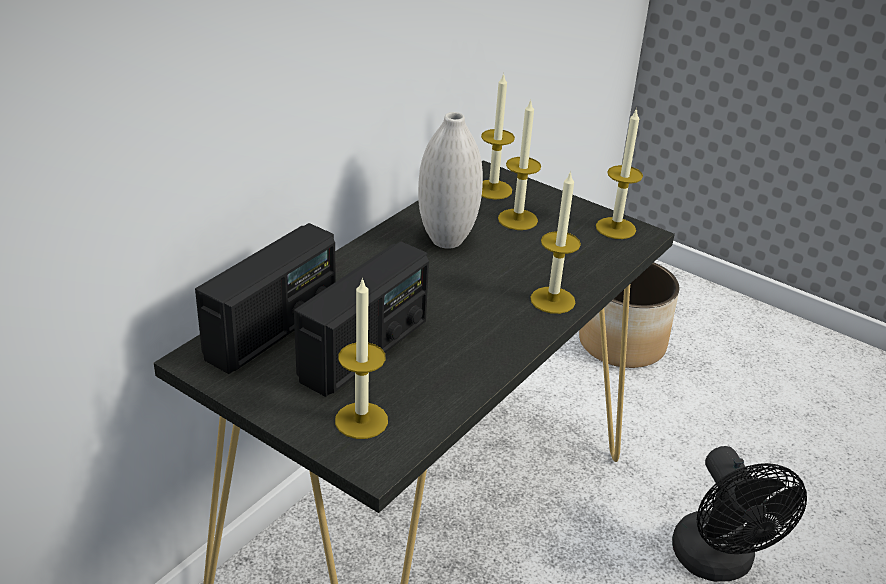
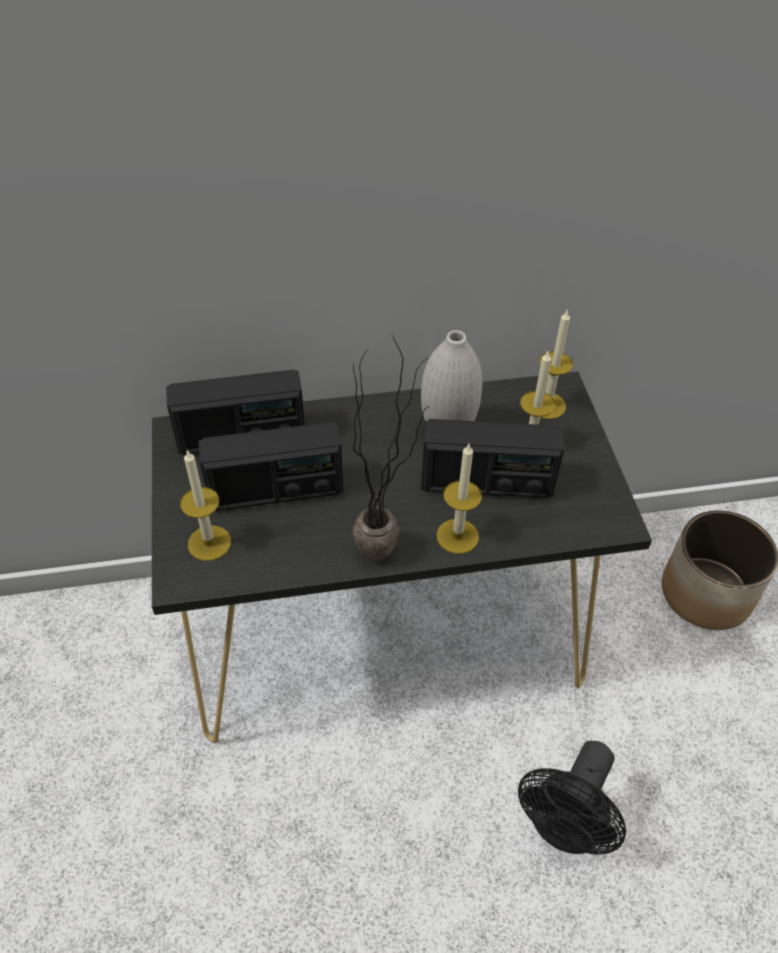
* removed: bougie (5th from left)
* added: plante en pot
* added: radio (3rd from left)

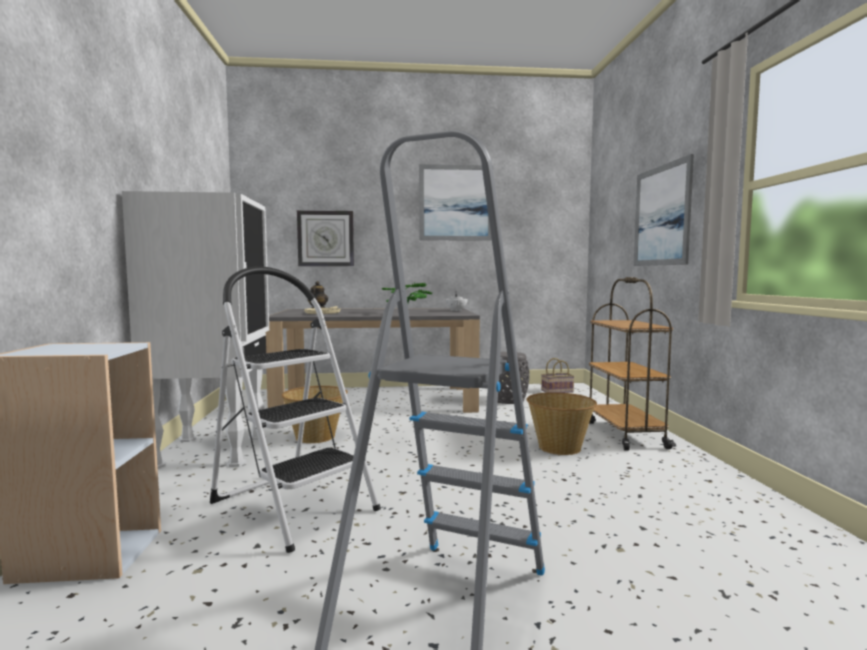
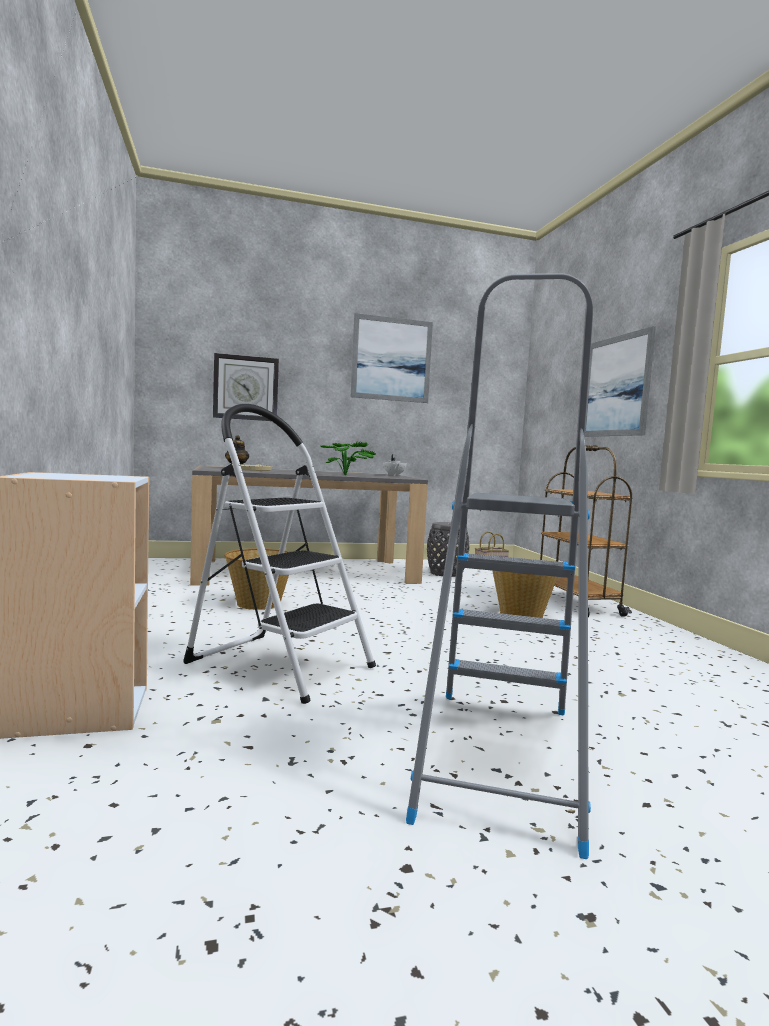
* removed: meuble de rangement [blanc]

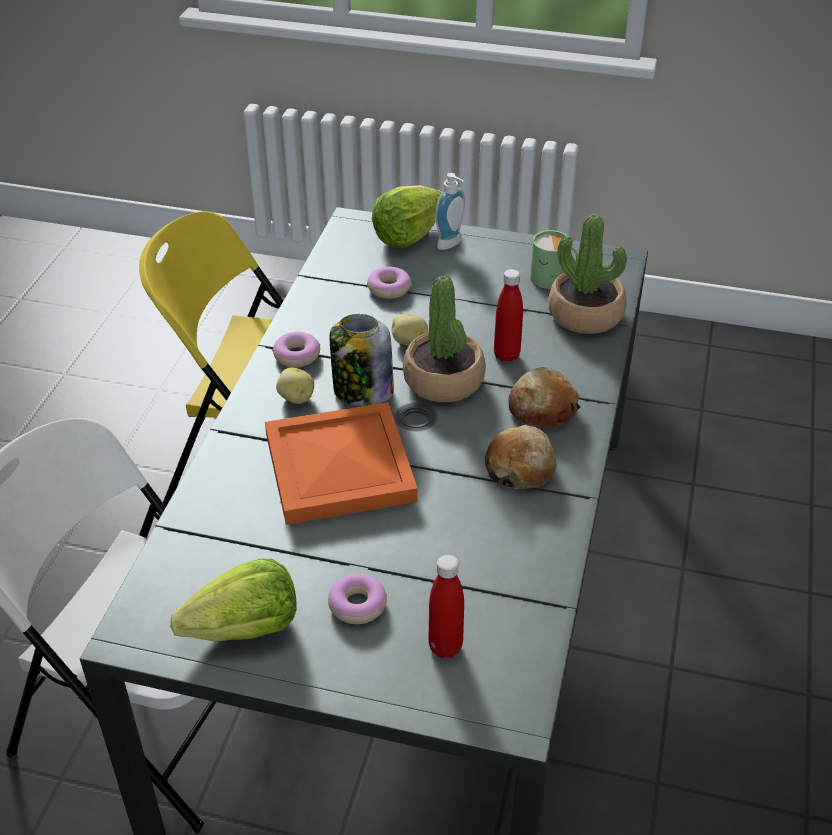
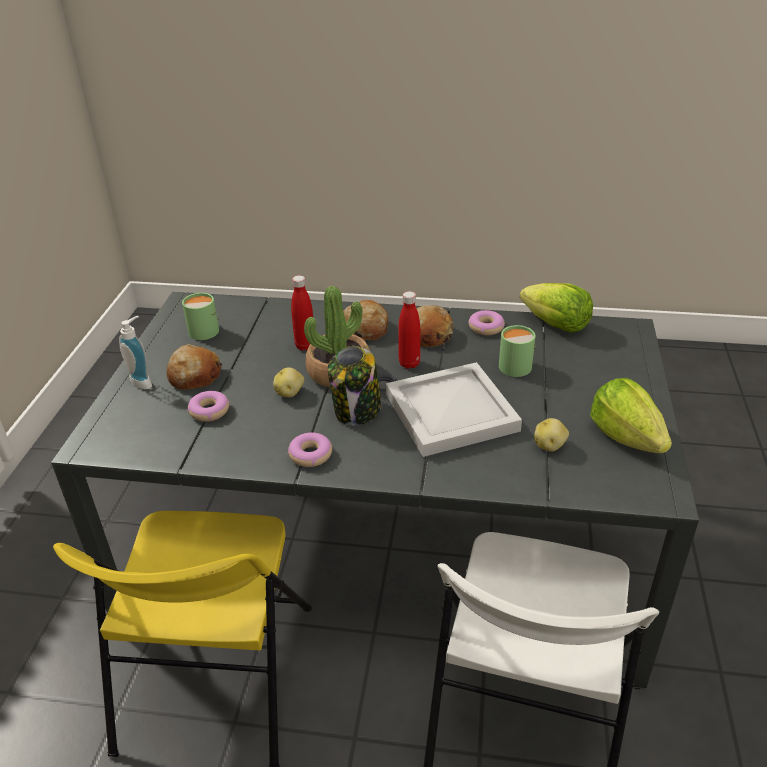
* removed: plante en pot (2nd from left)
* added: pain (1st from left)
* added: mug [vert] (2nd from left)
* moved: pomme de terre (1st from left in the first image) to pomme de terre (2nd from left)
* moved: beignet (2nd from left in the first image) to beignet (3rd from left)
* moved: laitue (2nd from left in the first image) to laitue (1st from left)
* moved: bouteille [rouge] (1st from left in the first image) to bouteille [rouge] (2nd from left)
* recoloured: plateau [orange] to plateau [blanc]

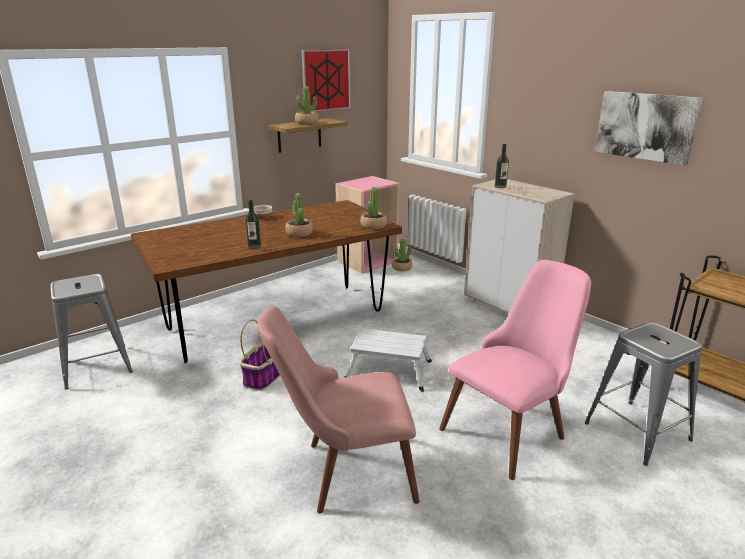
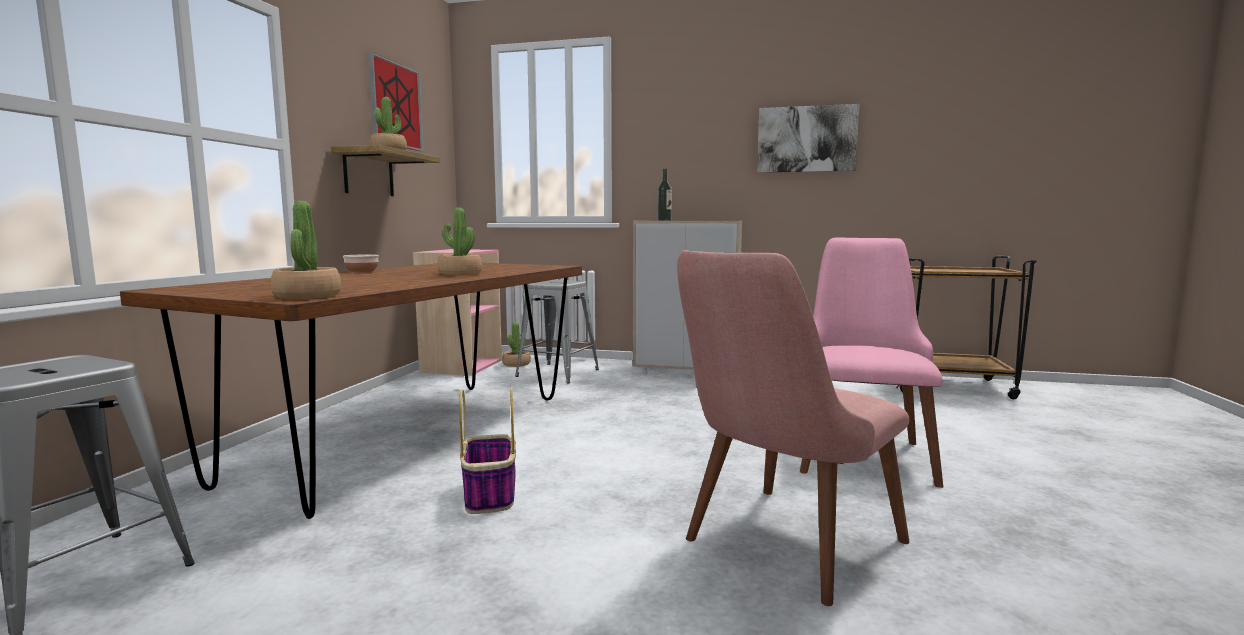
* removed: bouteille (1st from left)
* removed: escabeau [blanc]
* moved: plante en pot (3rd from left in the first image) to plante en pot (1st from left)
* moved: tabouret [gris] (2nd from left)

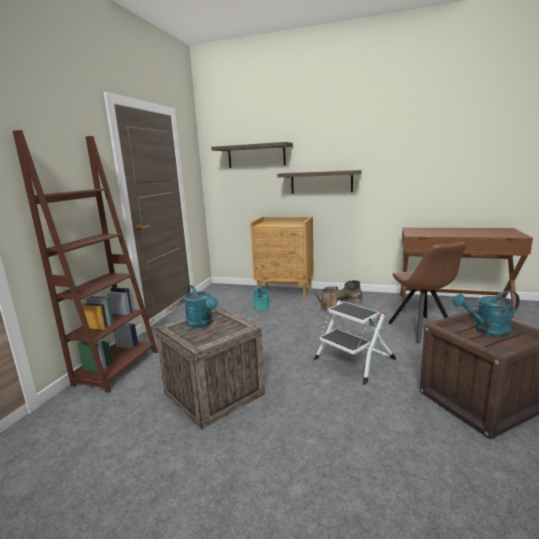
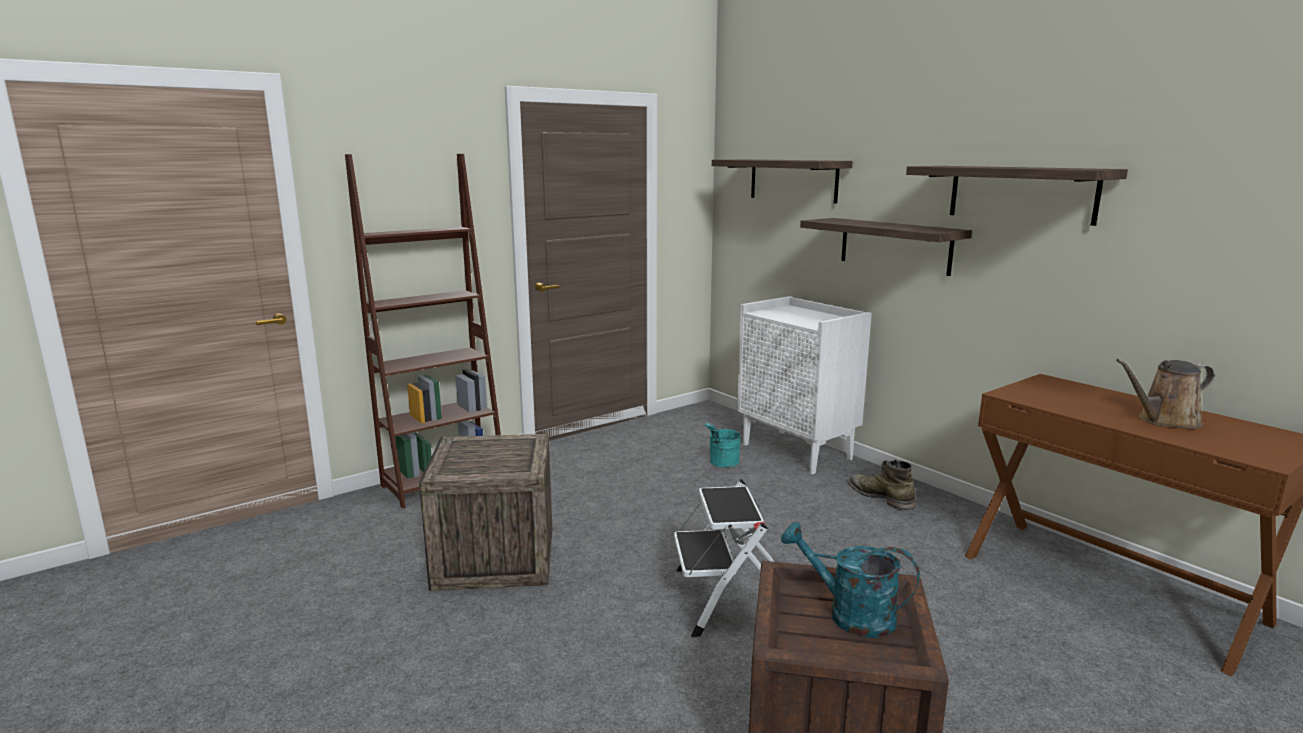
* removed: arrosoir [turquoise] (1st from left)
* removed: chaise [marron]
* added: étagère (3rd from left)
* moved: arrosoir [marron]
* recoloured: meuble de rangement [marron] to meuble de rangement [blanc]

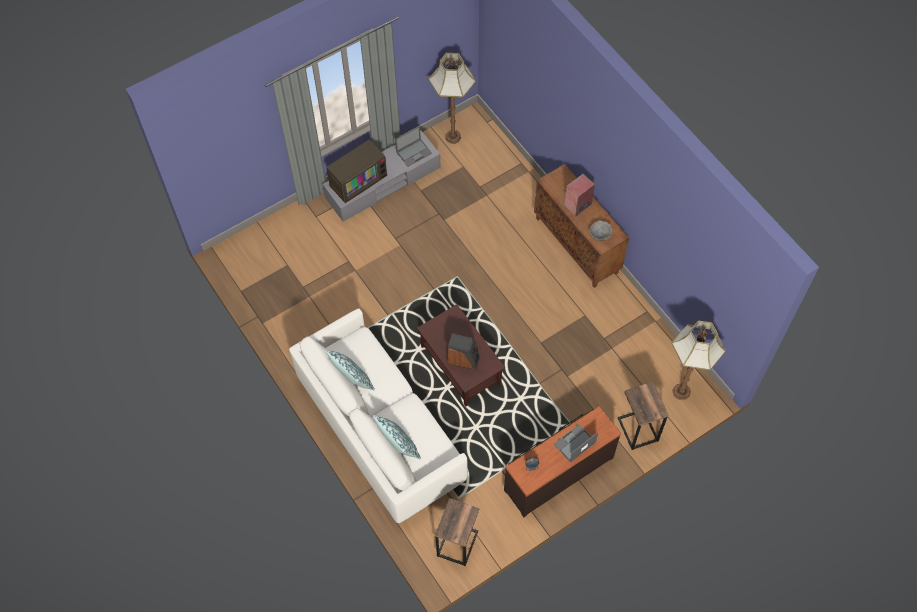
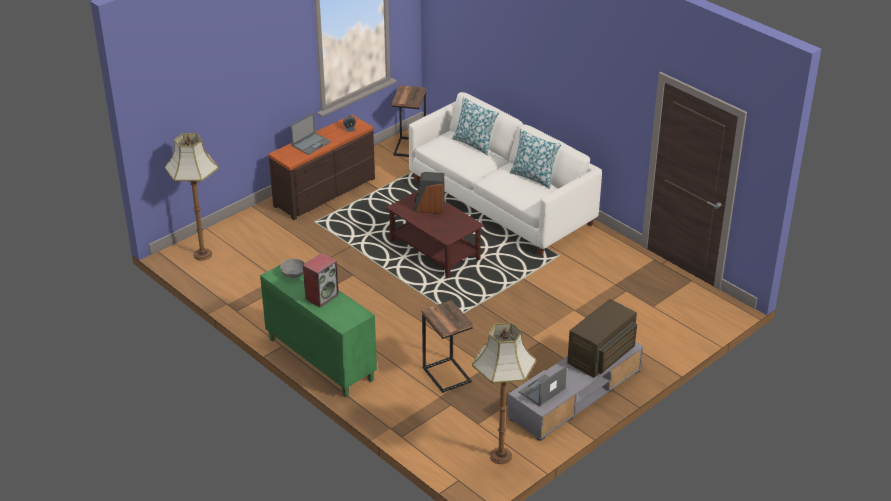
* moved: table d'appoint (2nd from left)
* recoloured: meuble de rangement [marron] to meuble de rangement [vert]

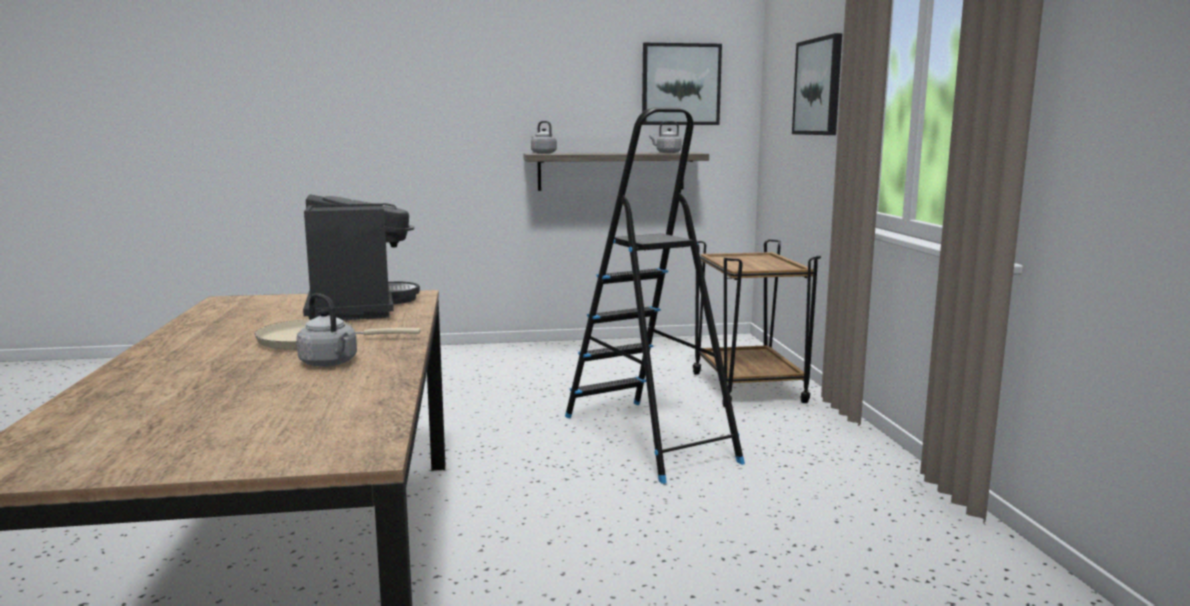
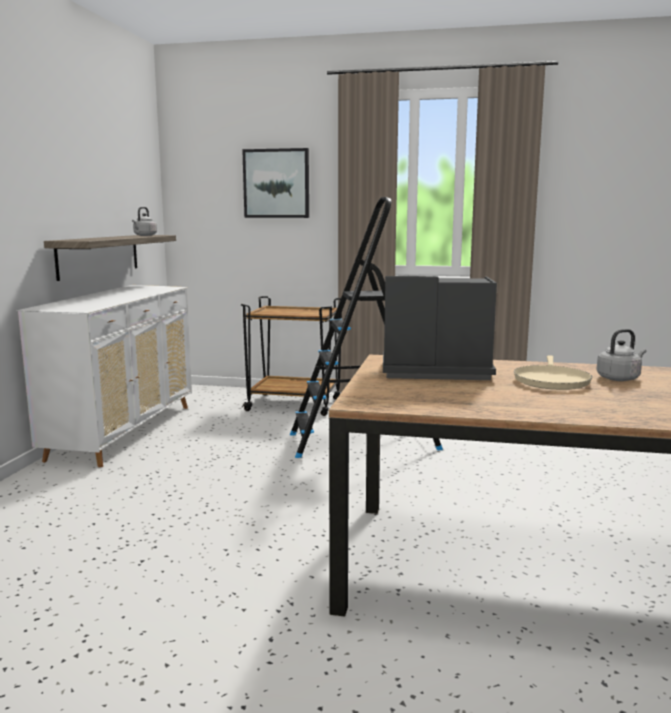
* removed: bouilloire [gris] (2nd from left)
* removed: tableau (1st from left)
* added: meuble de rangement [blanc]

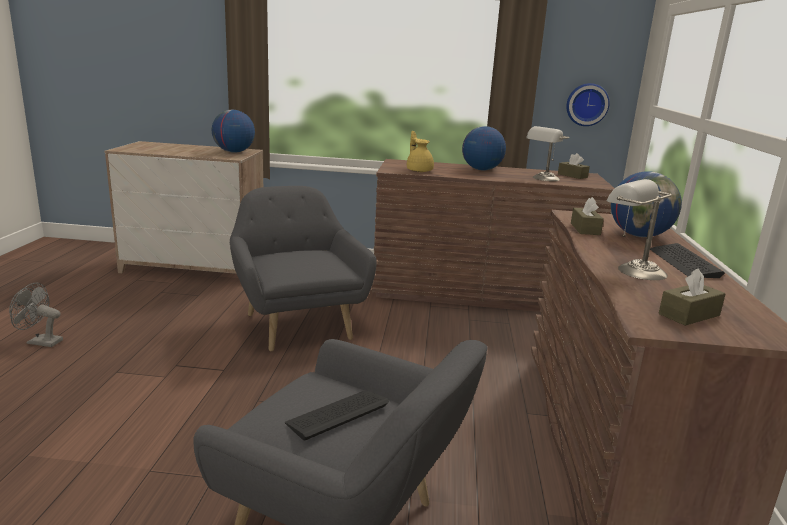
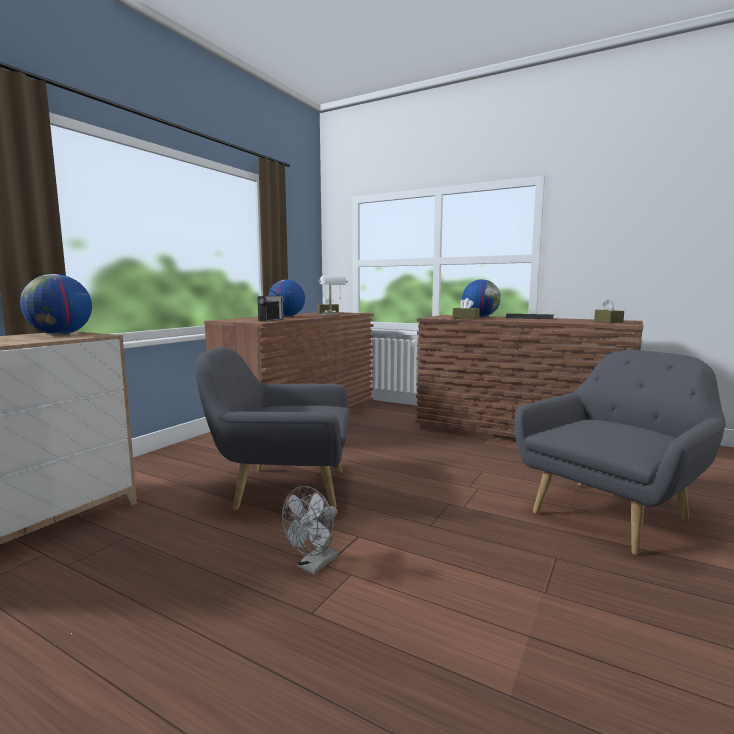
* removed: clavier (1st from left)
* removed: horloge murale
* removed: lampe de table [blanc] (2nd from left)
* moved: ventilateur [gris]
* replaced: théière [jaune] to radio

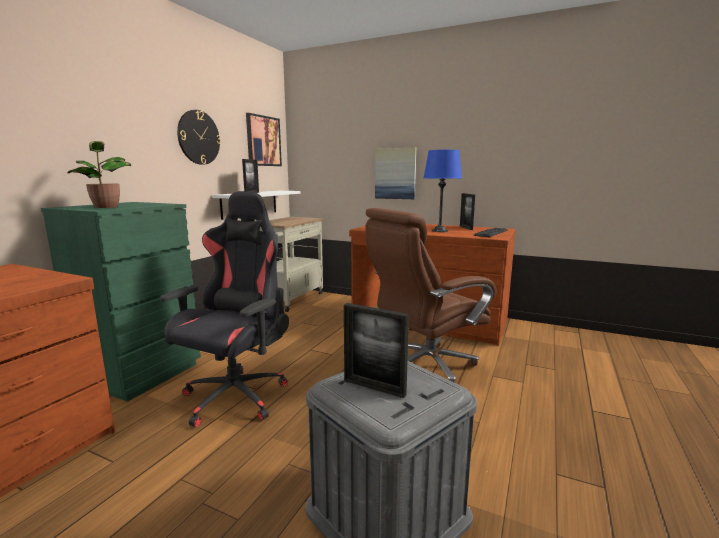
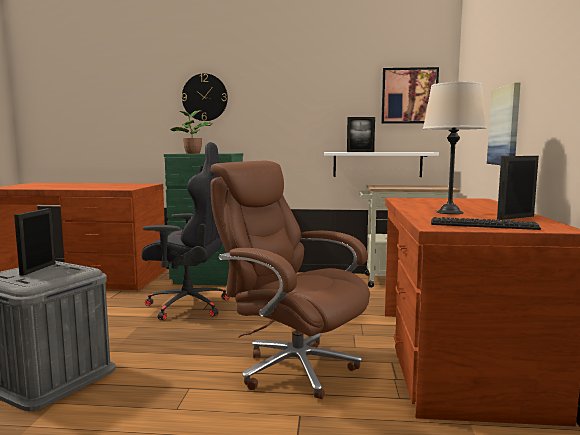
* moved: horloge murale
* recoloured: lampe de table [bleu] to lampe de table [beige]

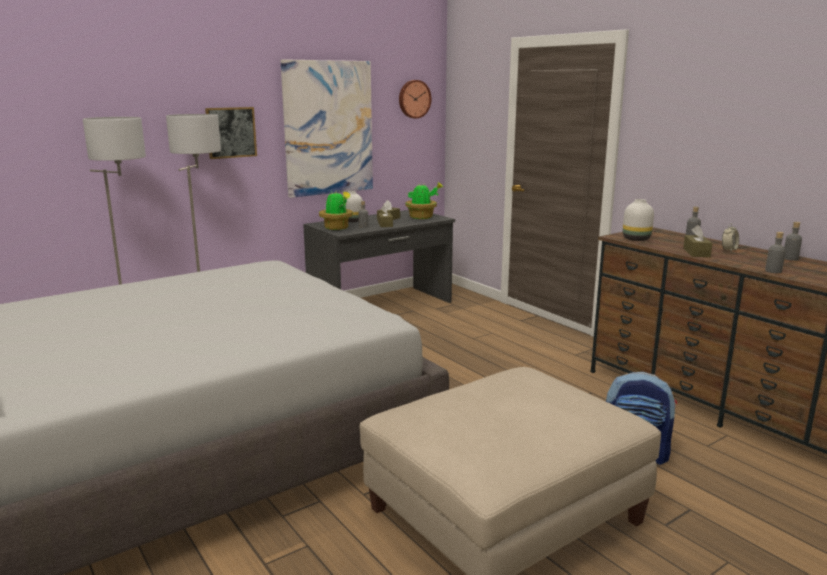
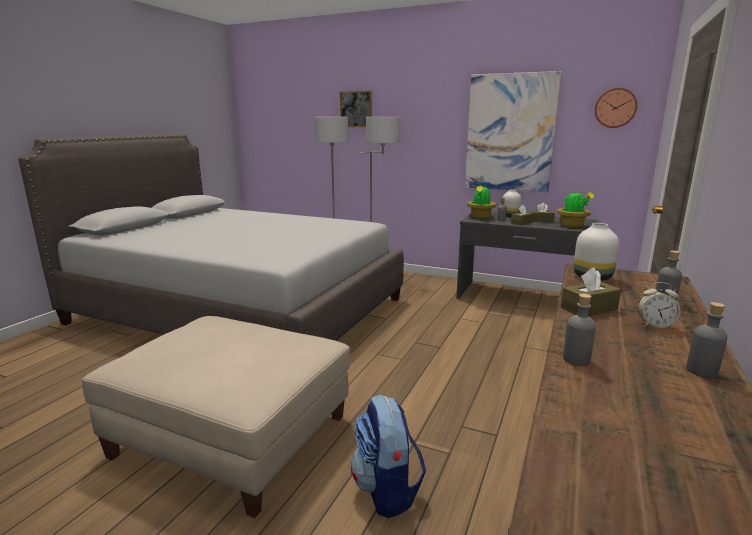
* moved: tableau (1st from left)

